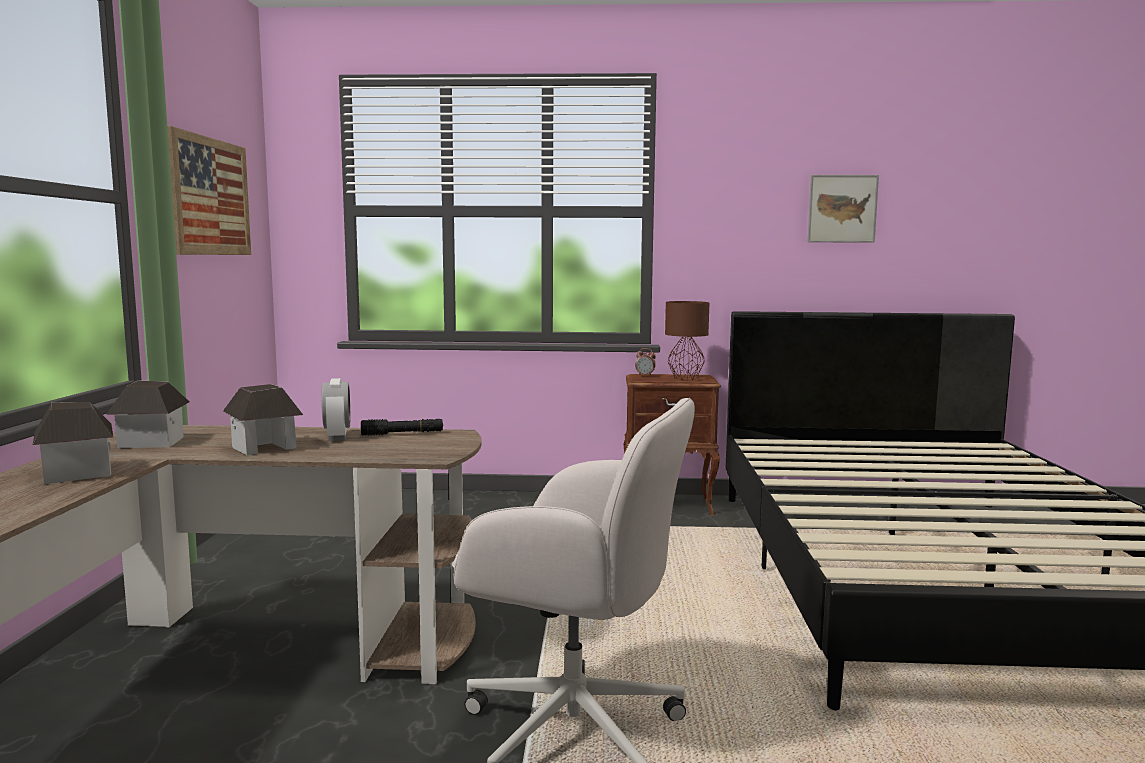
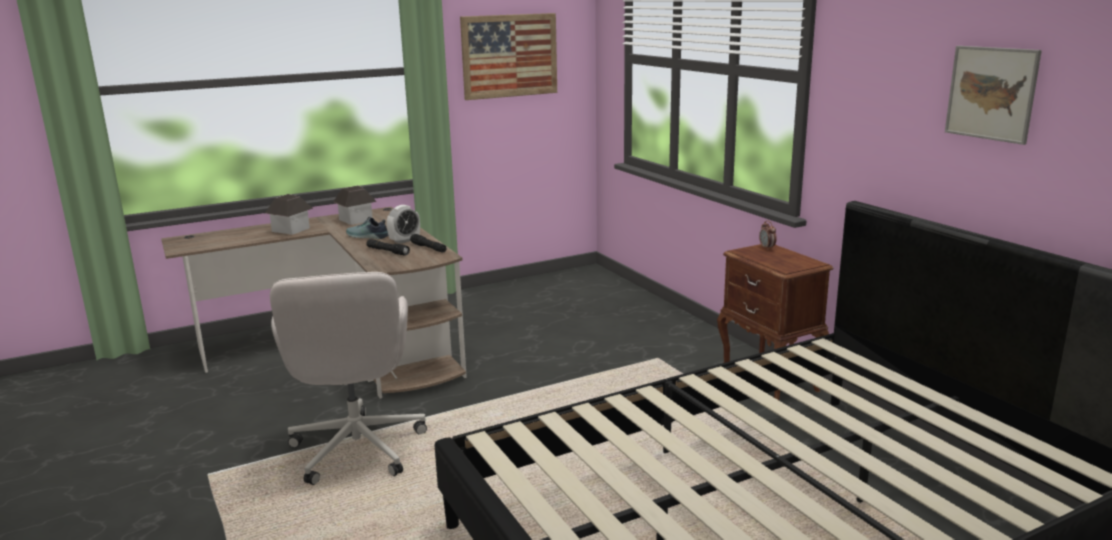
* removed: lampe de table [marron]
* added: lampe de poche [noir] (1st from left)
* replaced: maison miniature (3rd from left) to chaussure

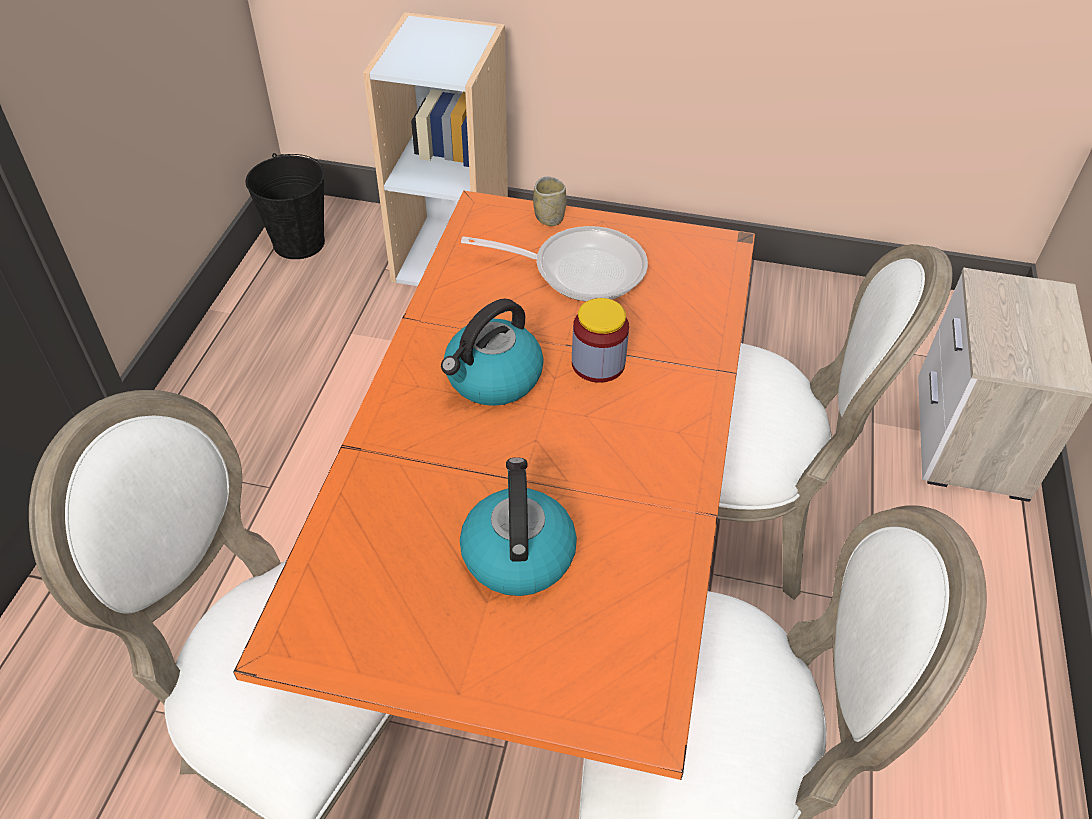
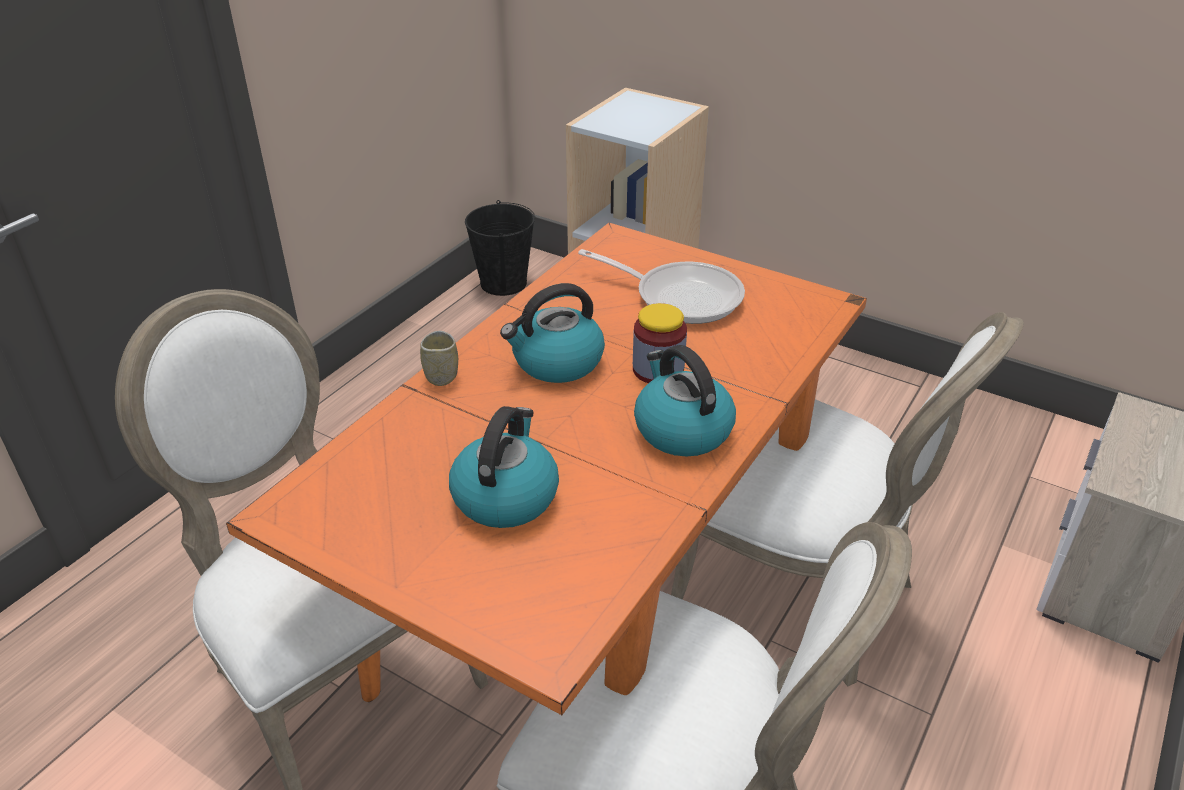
* added: bouilloire (3rd from left)
* moved: tasse

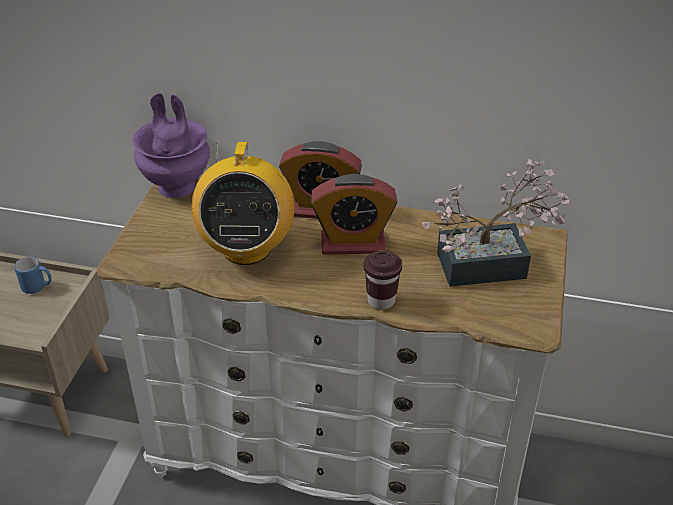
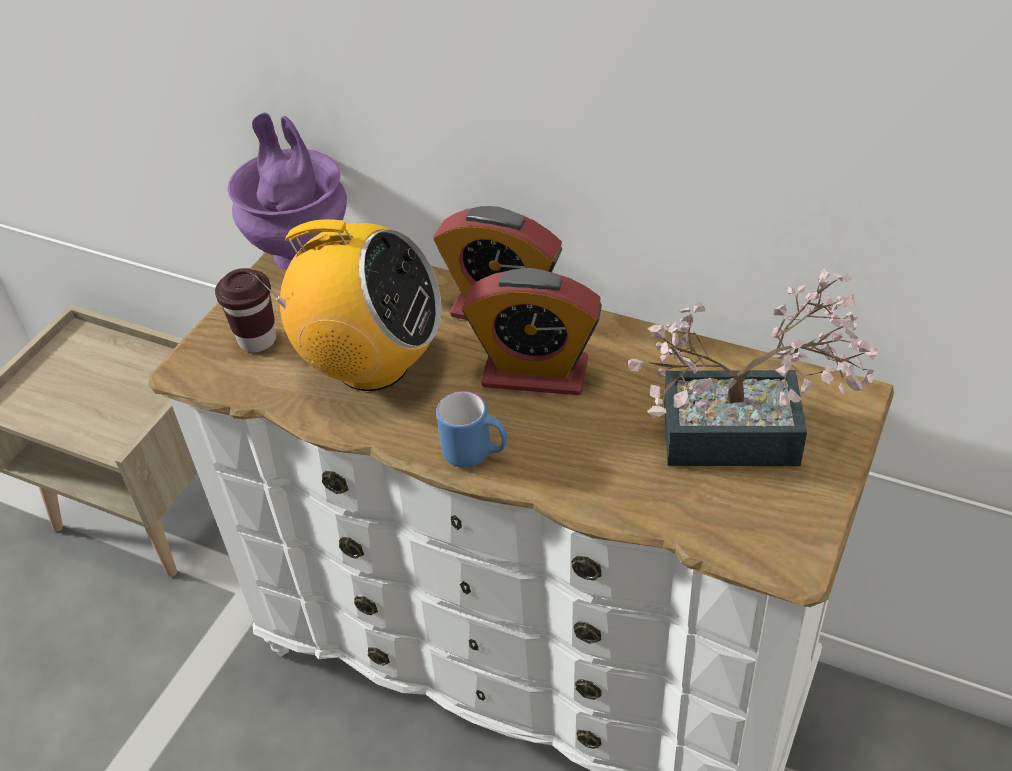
* moved: mug [bleu]
* moved: tasse [marron]
* turned: radio 90 degrees counterclockwise

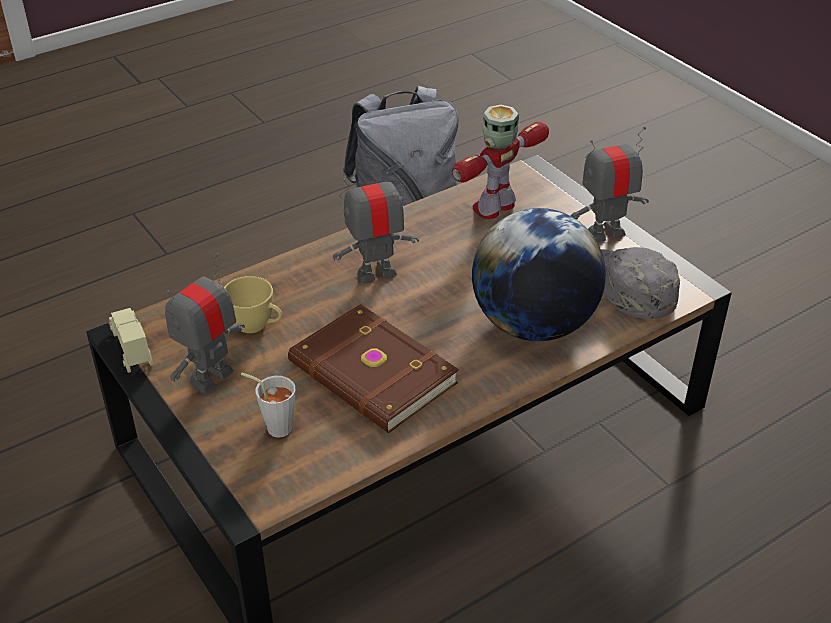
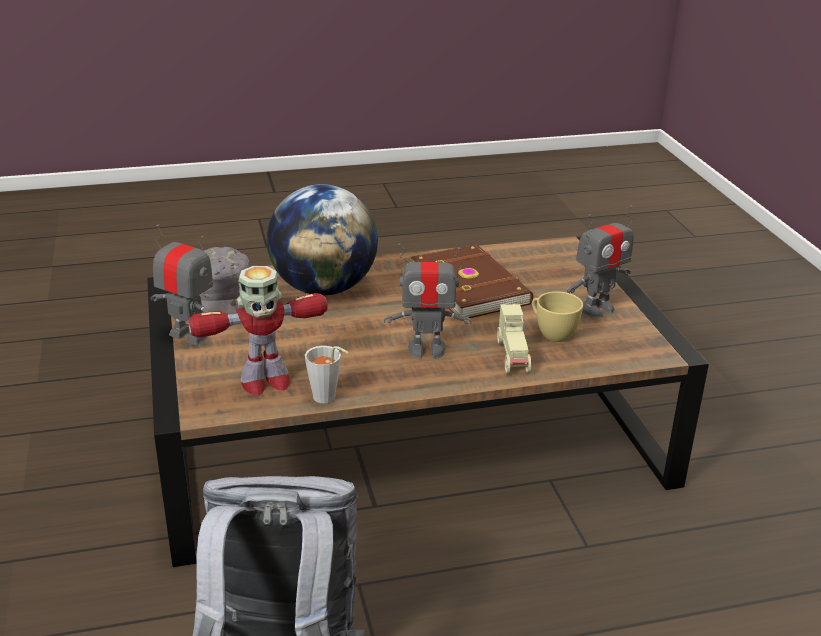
* moved: petite voiture [beige]
* moved: tasse [gris]
* turned: robot jouet (4th from left in the first image) 150 degrees counterclockwise

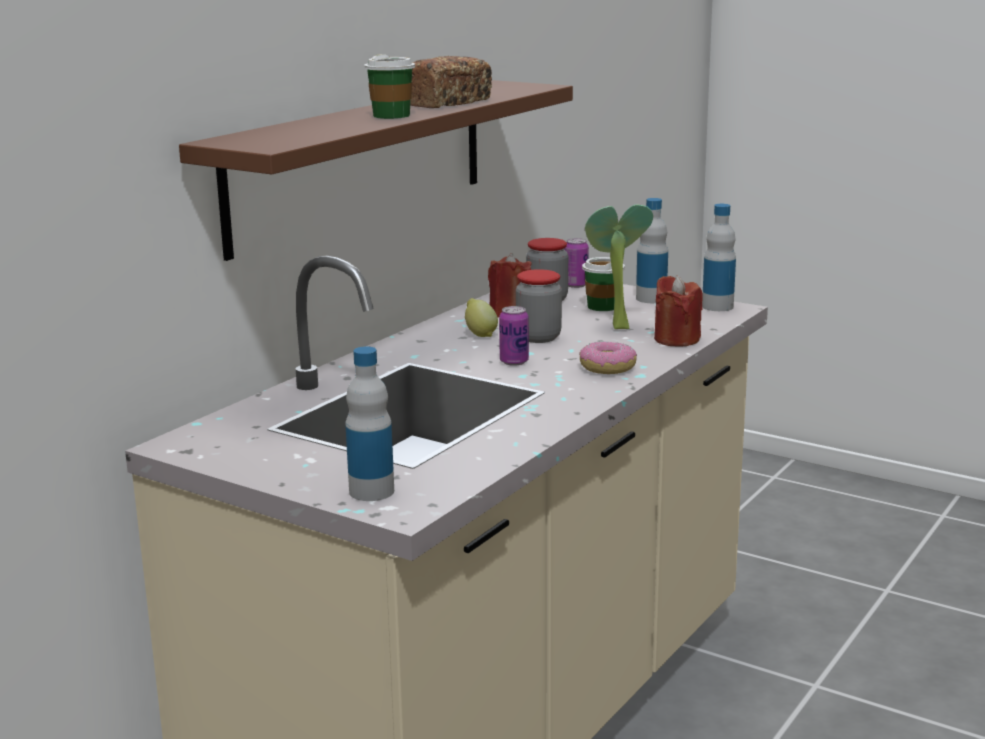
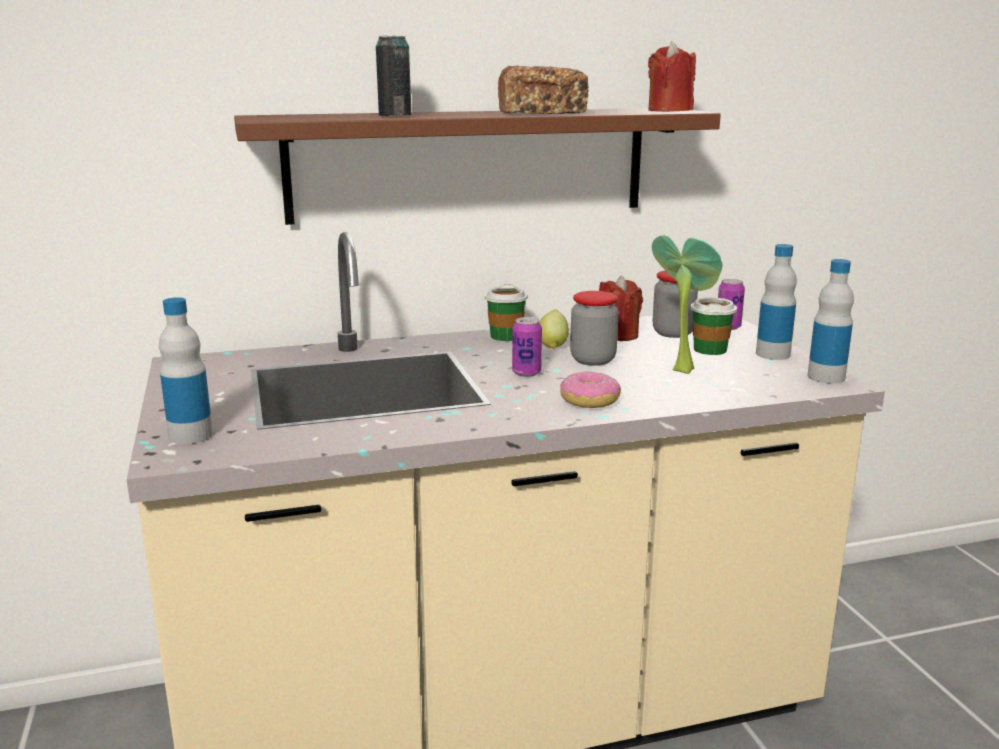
* added: boîte métallique (1st from left)
* moved: tasse (1st from left)
* moved: bougie [rouge] (2nd from left)

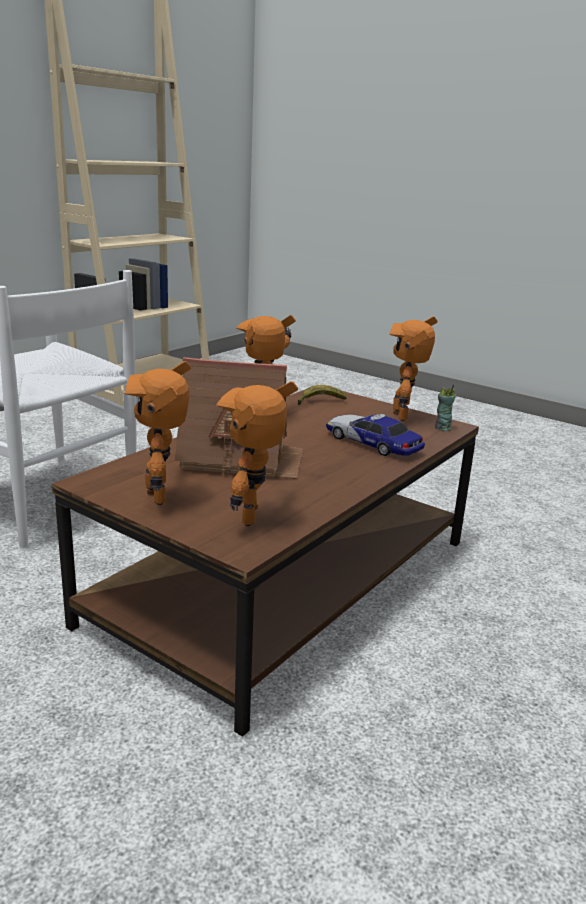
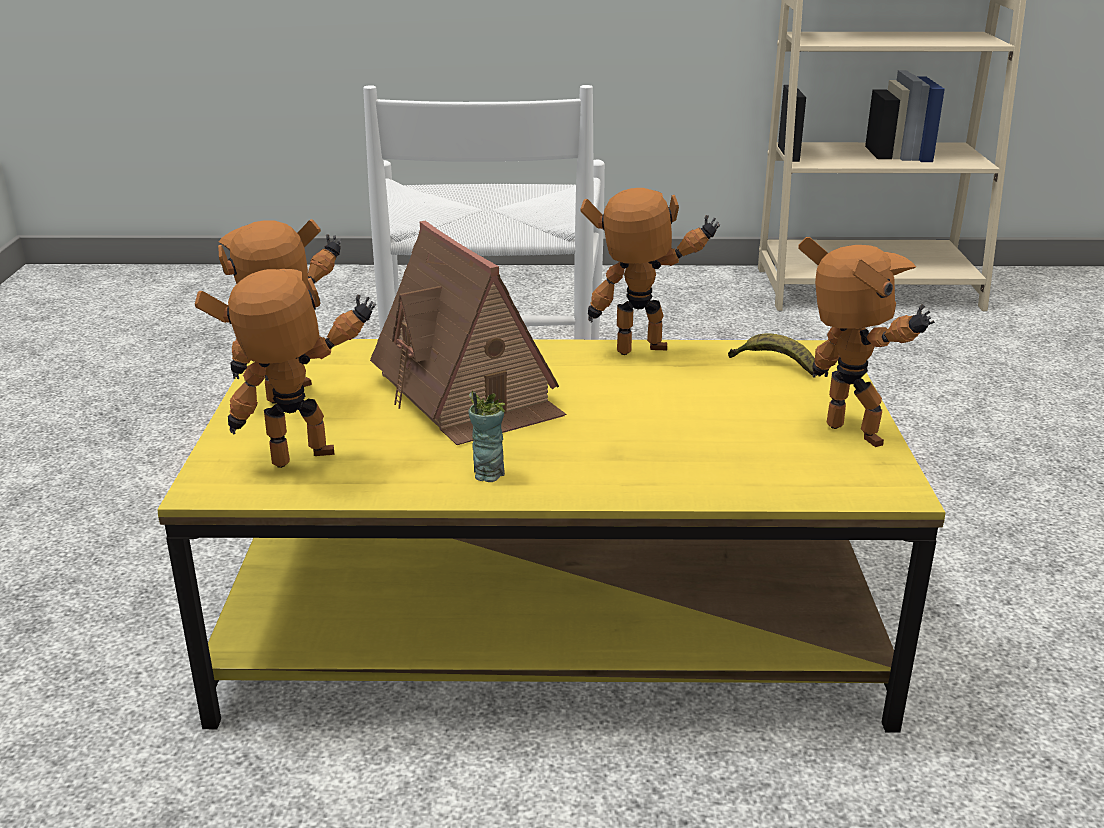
* removed: petite voiture
* moved: tasse
* recoloured: table basse [marron] to table basse [jaune]
* turned: robot jouet (4th from left) 90 degrees clockwise

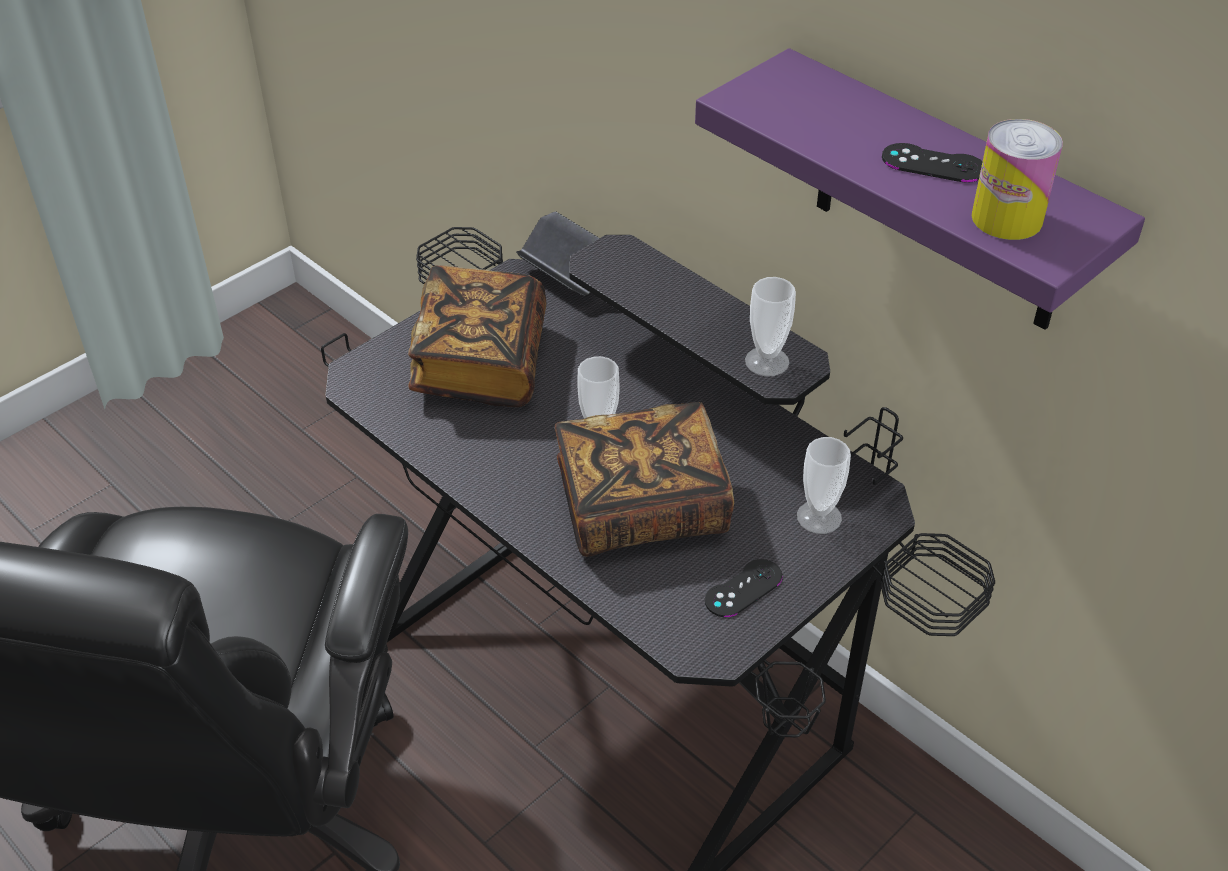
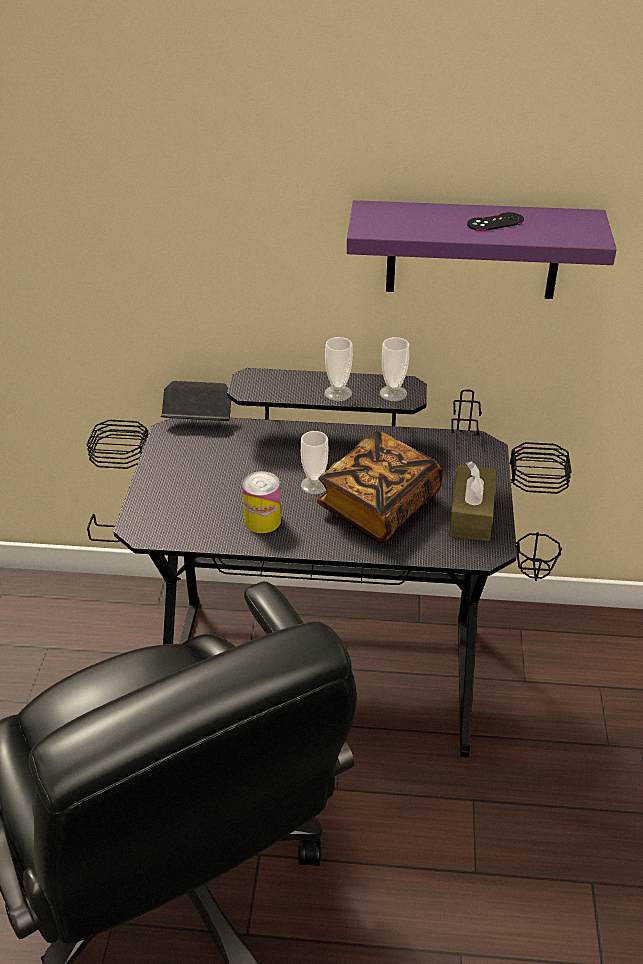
* removed: livre (1st from left)
* moved: tasse (3rd from left in the first image) to tasse (2nd from left)
* moved: boîte métallique
* replaced: manette [noir] (1st from left) to boîte à mouchoirs [marron]

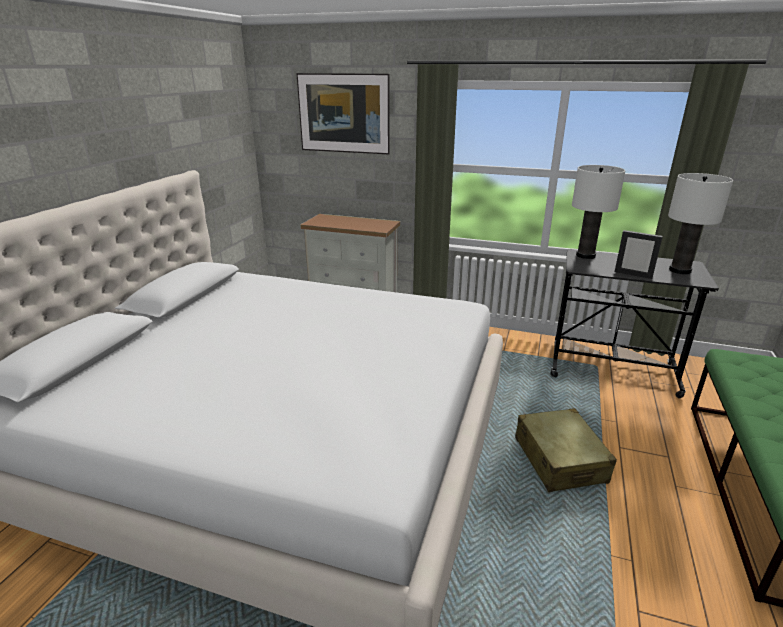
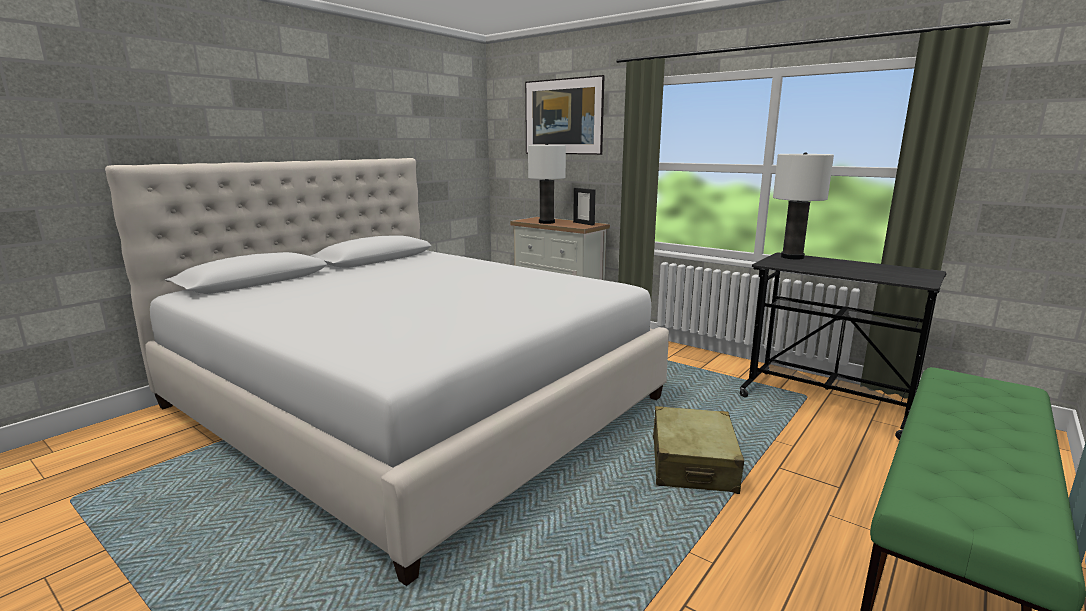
* moved: cadre photo
* moved: lampe de table [blanc] (2nd from left in the first image) to lampe de table [blanc] (1st from left)

